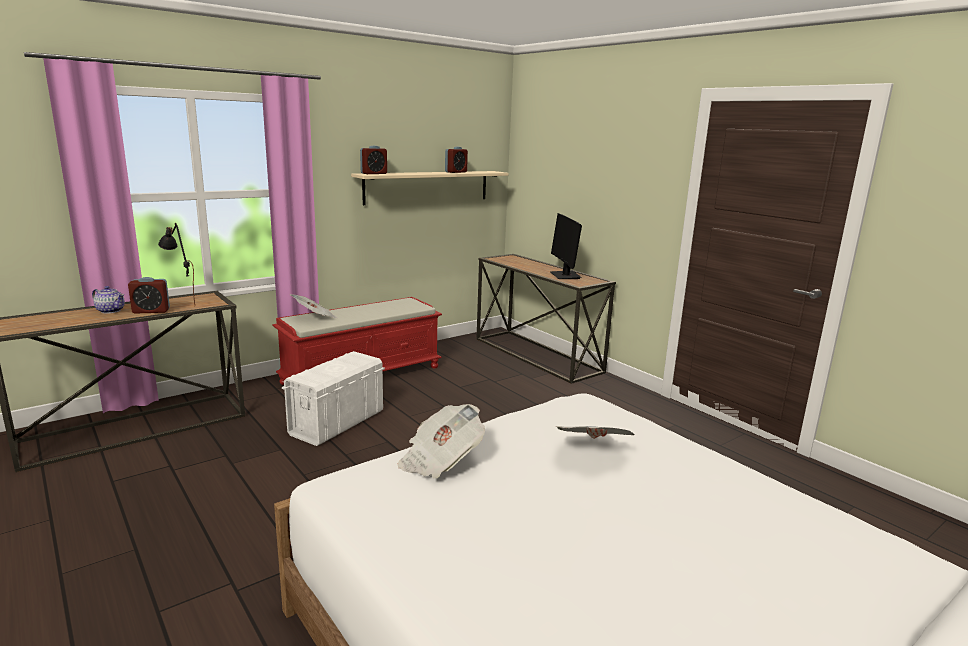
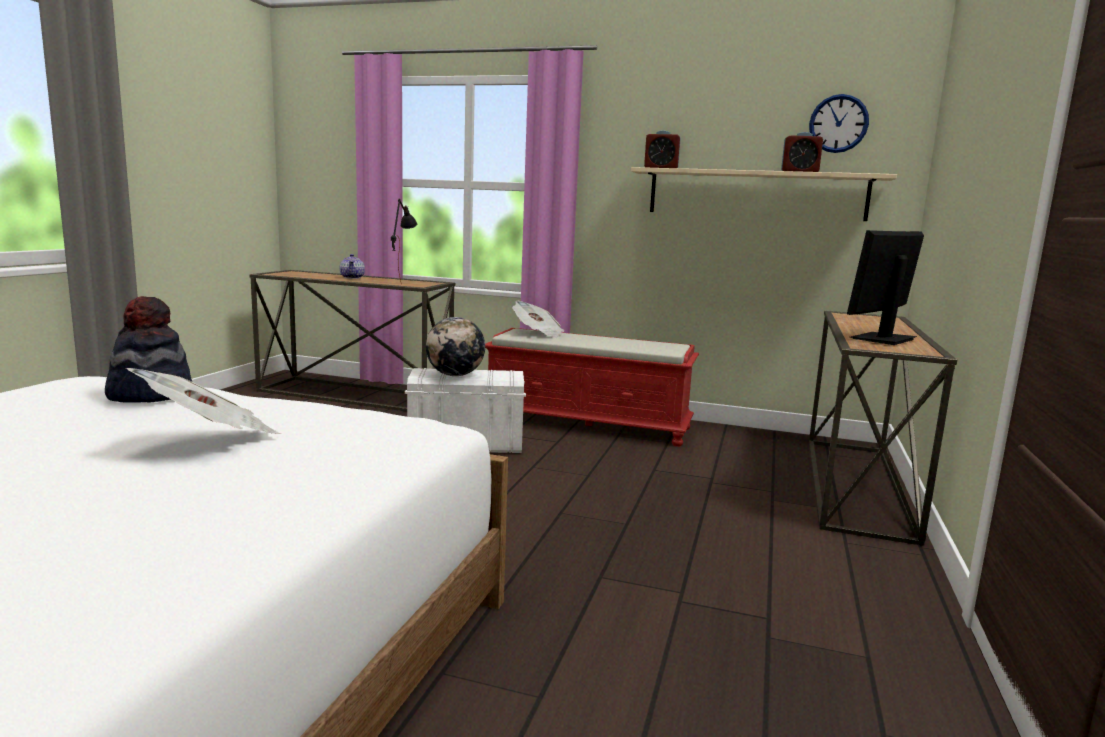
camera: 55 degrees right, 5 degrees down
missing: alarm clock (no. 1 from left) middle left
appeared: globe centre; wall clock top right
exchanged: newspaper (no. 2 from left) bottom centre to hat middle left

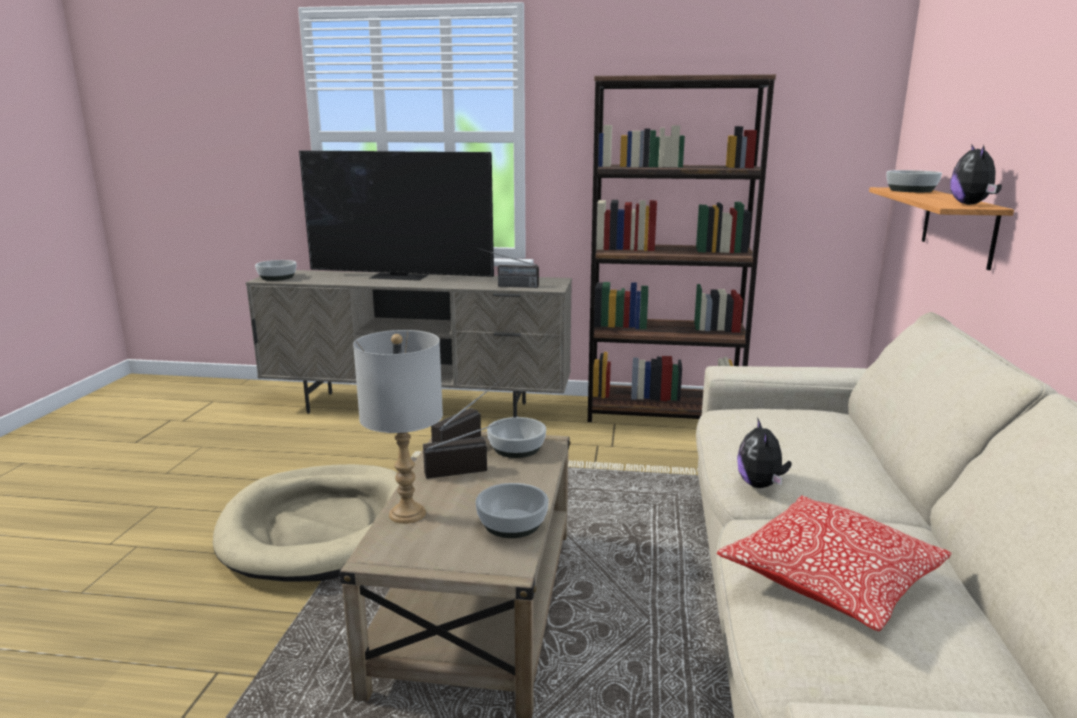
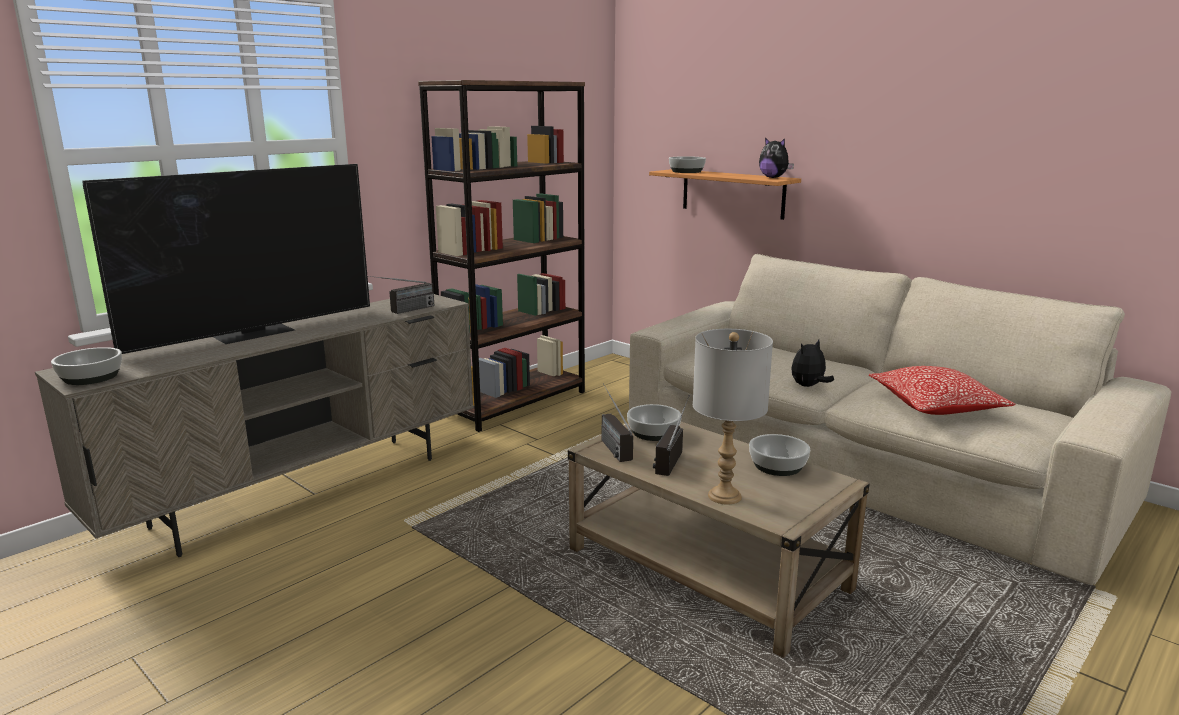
camera: 55 degrees left, 0 degrees up
missing: dog bed/beige bottom left
spun: plush toy (no. 1 from left in the first image) middle right = middle right 105 degrees clockwise

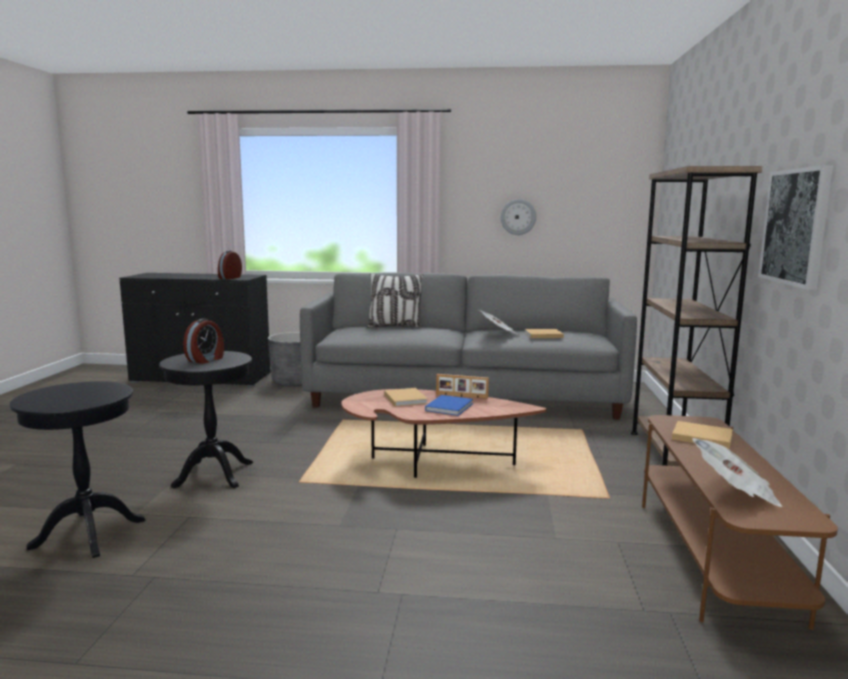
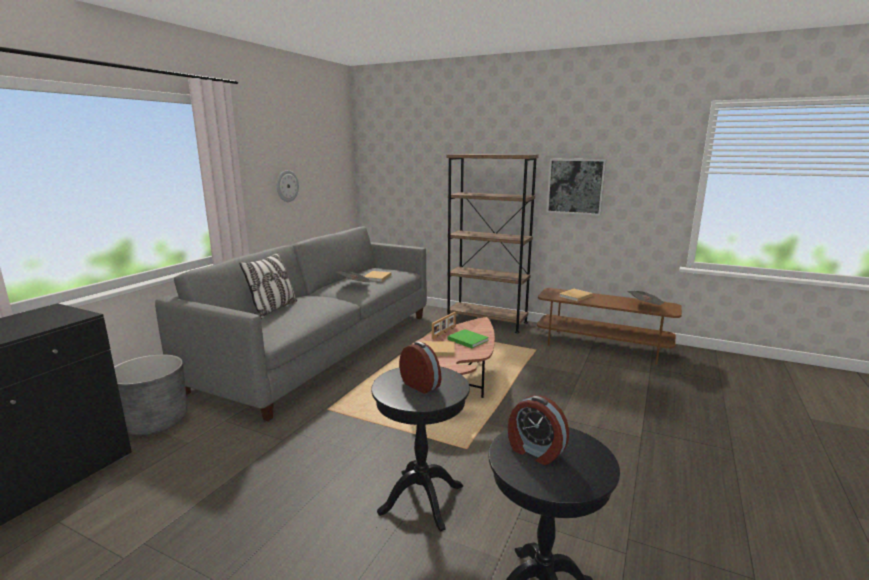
camera: 70 degrees left, 5 degrees up
relocated: alarm clock (no. 2 from left) middle left to bottom centre
colour: book/blue centre to book/green centre

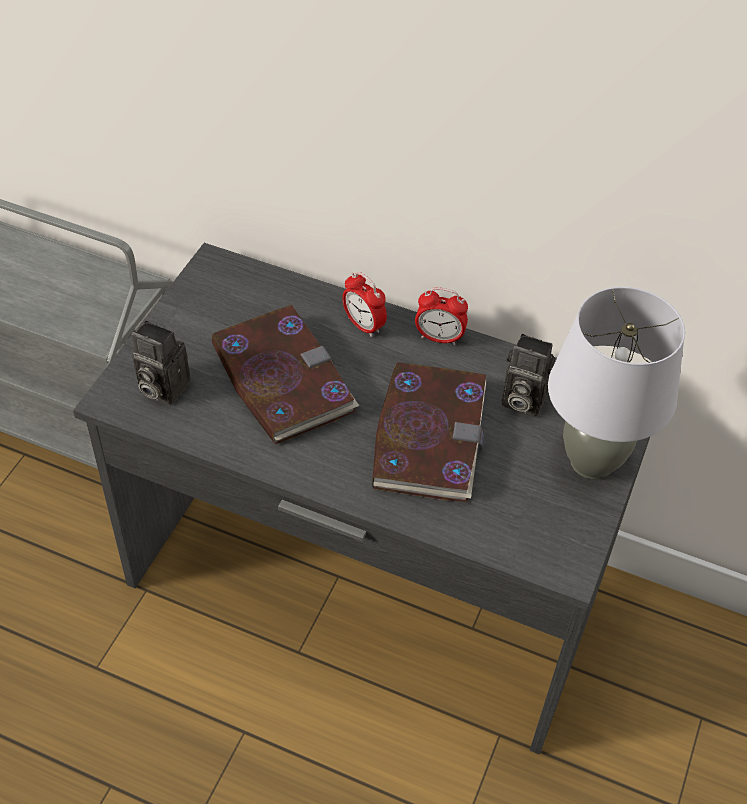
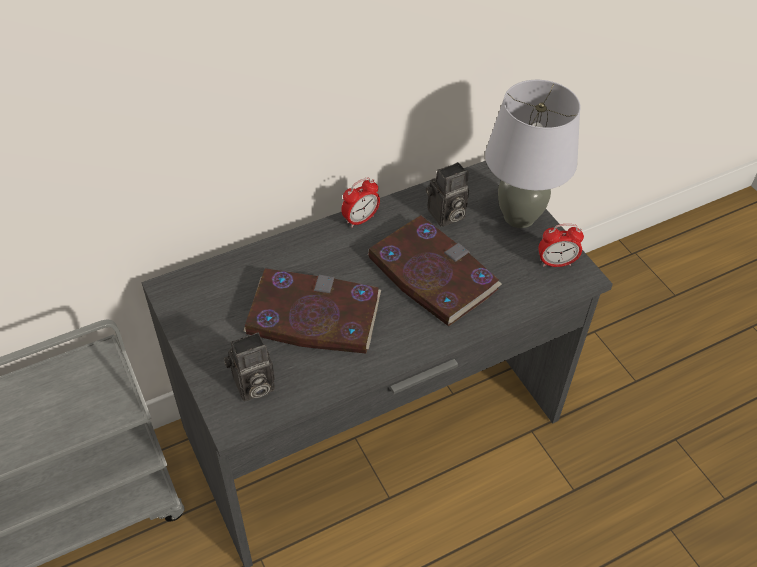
camera: 50 degrees left, 0 degrees up
relocated: alarm clock (no. 1 from left in the first image) centre to alarm clock (no. 2 from left) middle right

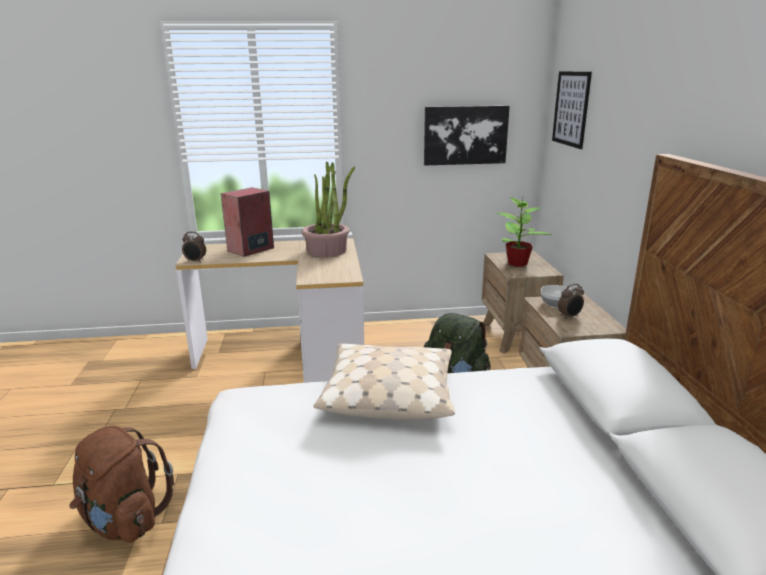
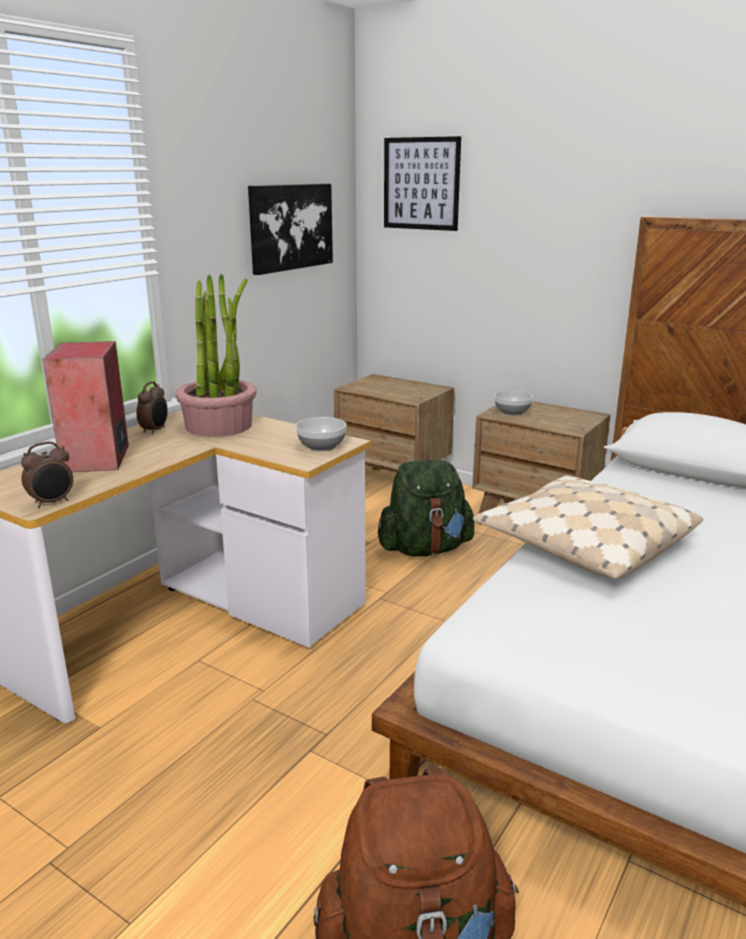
camera: 50 degrees left, 0 degrees up
missing: potted plant (no. 2 from left) middle right
appeared: bowl (no. 1 from left) centre
relocated: alarm clock (no. 2 from left) middle right to middle left

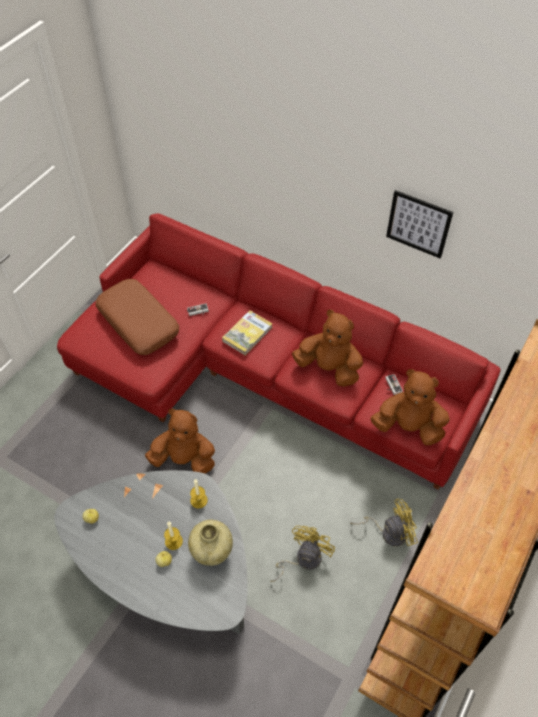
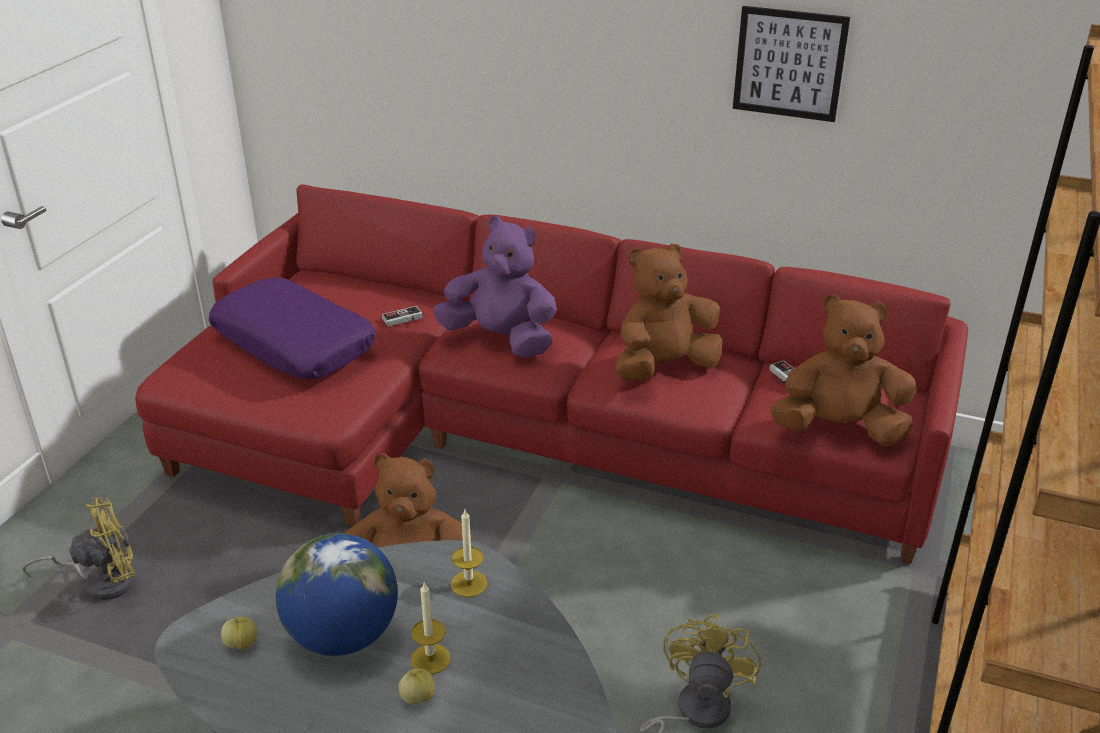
camera: 10 degrees left, 20 degrees down
missing: vase/beige bottom centre
appeared: globe bottom left
relocated: fan/yellow (no. 2 from left in the first image) bottom right to fan/yellow (no. 1 from left) bottom left
exchanged: book centre to plush toy/purple centre
colour: pillow/brown middle left to pillow/purple middle left
spun: plush toy/brown (no. 2 from left) centre = centre 45 degrees counterclockwise

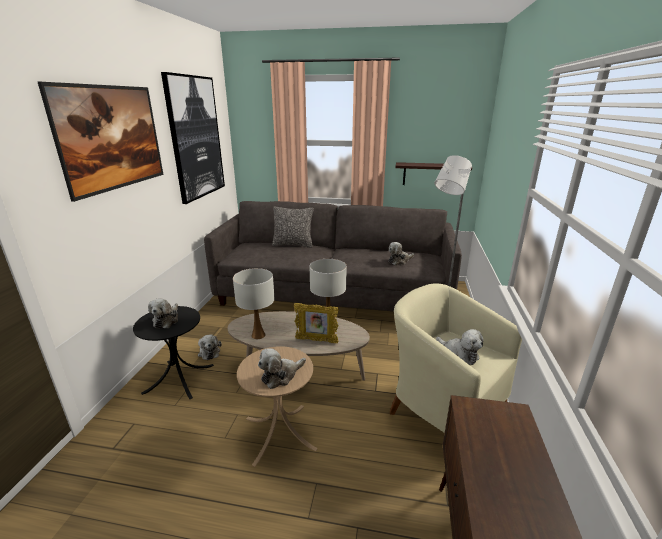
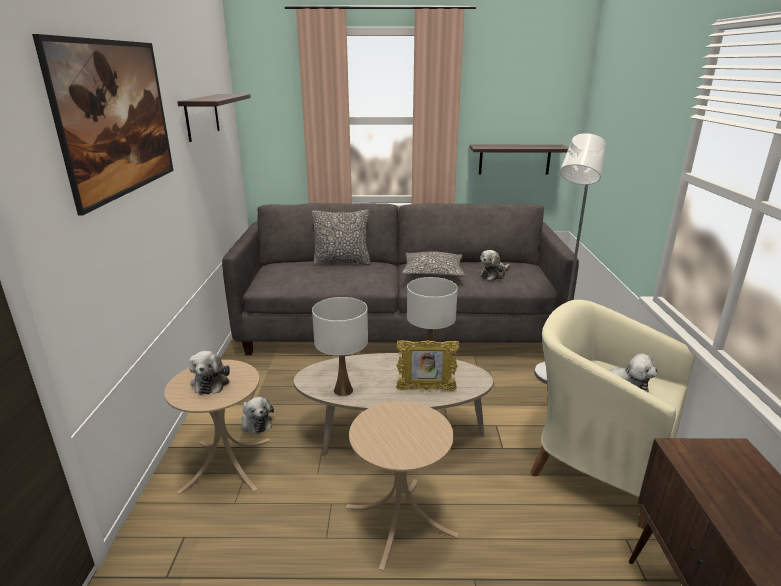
camera: 10 degrees left, 0 degrees up
missing: plush toy (no. 3 from left) bottom centre
appeared: pillow (no. 2 from left) centre
exchanged: picture (no. 2 from left) top left to shelf (no. 1 from left) top left
colour: side table/black middle left to side table/beige (no. 1 from left) bottom left

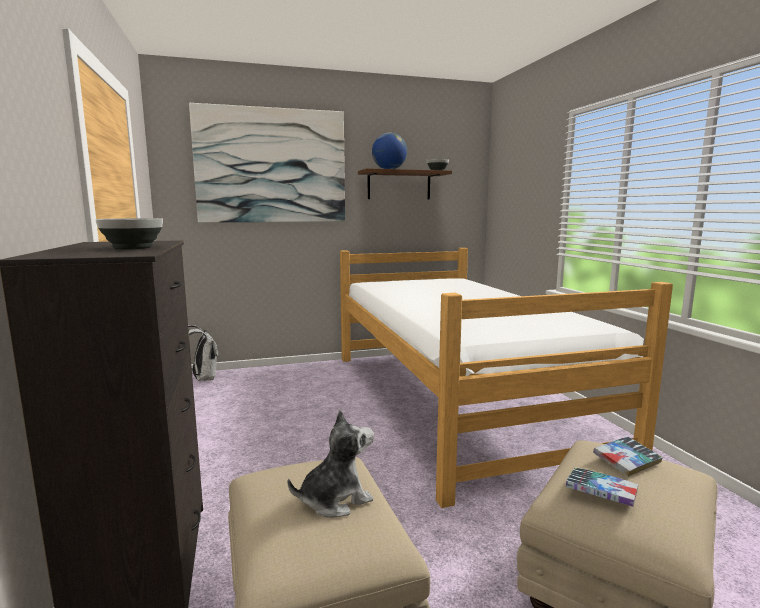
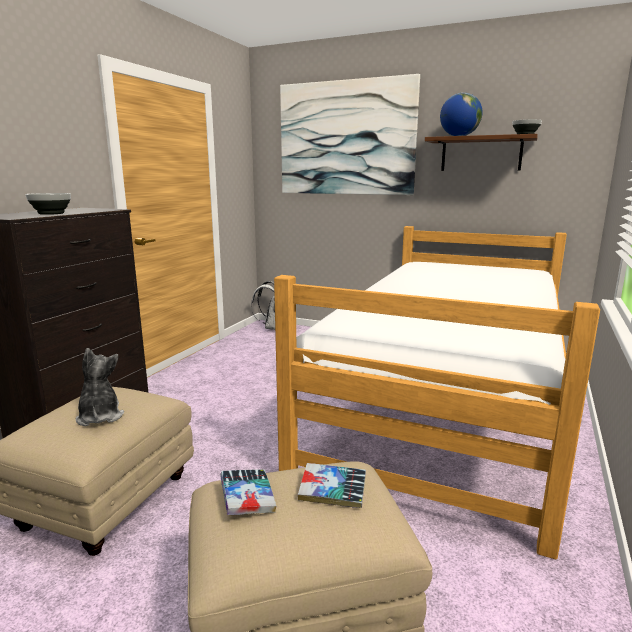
camera: 40 degrees right, 5 degrees up
spun: plush toy bottom centre = middle left 120 degrees counterclockwise

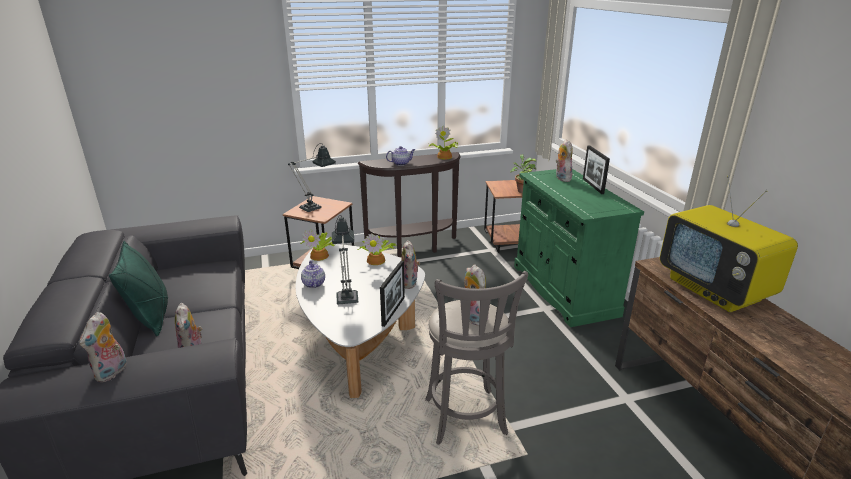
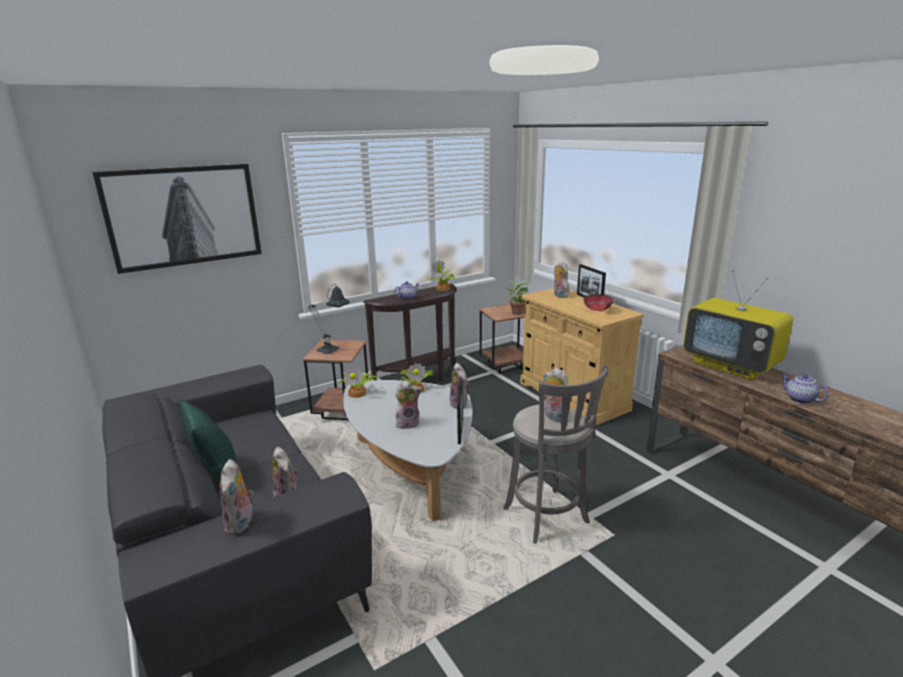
camera: 15 degrees left, 5 degrees down
appeared: picture top left; bowl/red centre
relocated: teapot (no. 1 from left in the first image) centre to teapot (no. 2 from left) middle right
exchanged: table lamp (no. 2 from left) centre to plush toy (no. 3 from left) centre
colour: cabinet/green middle right to cabinet/beige centre

